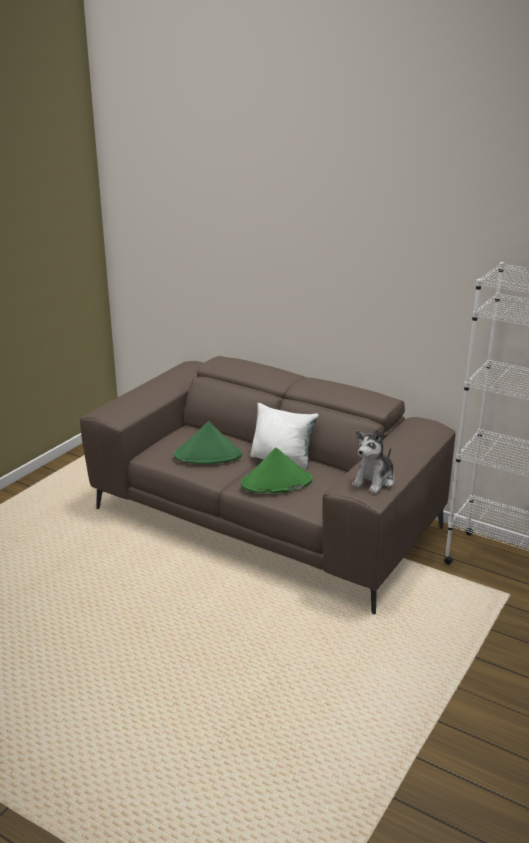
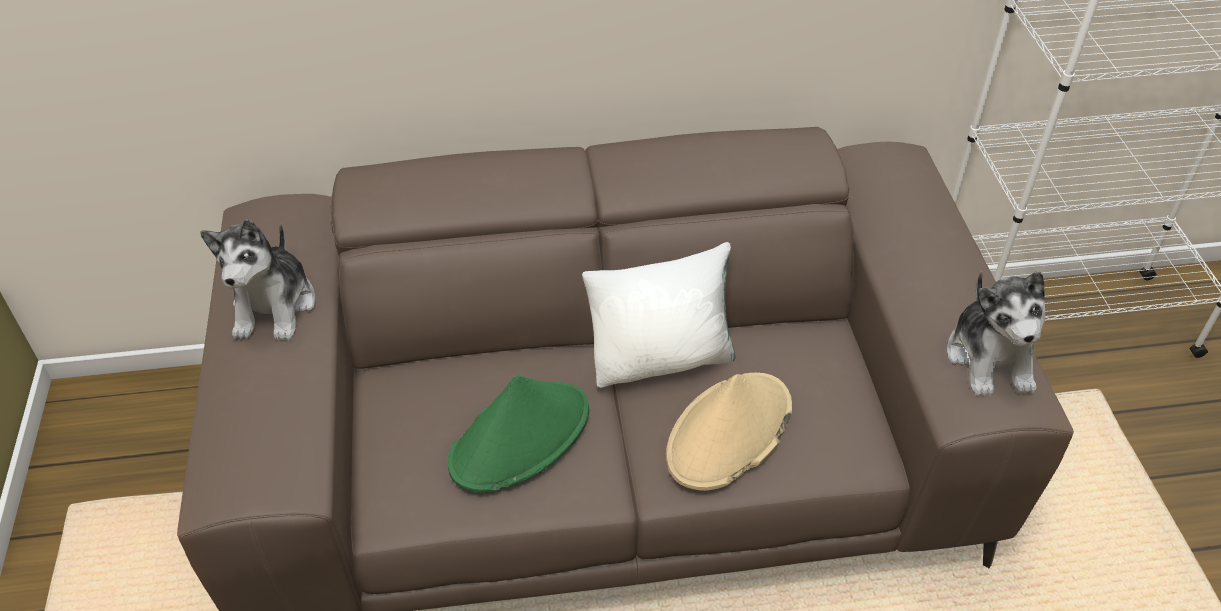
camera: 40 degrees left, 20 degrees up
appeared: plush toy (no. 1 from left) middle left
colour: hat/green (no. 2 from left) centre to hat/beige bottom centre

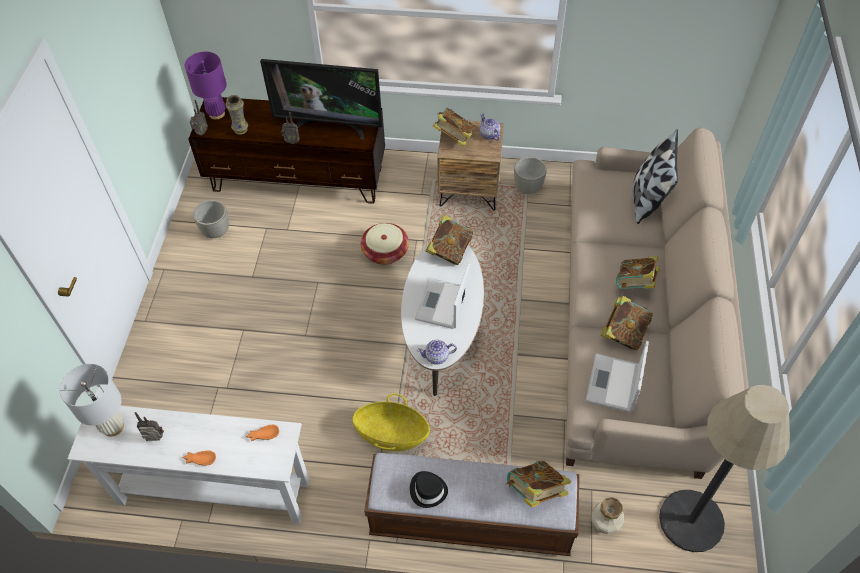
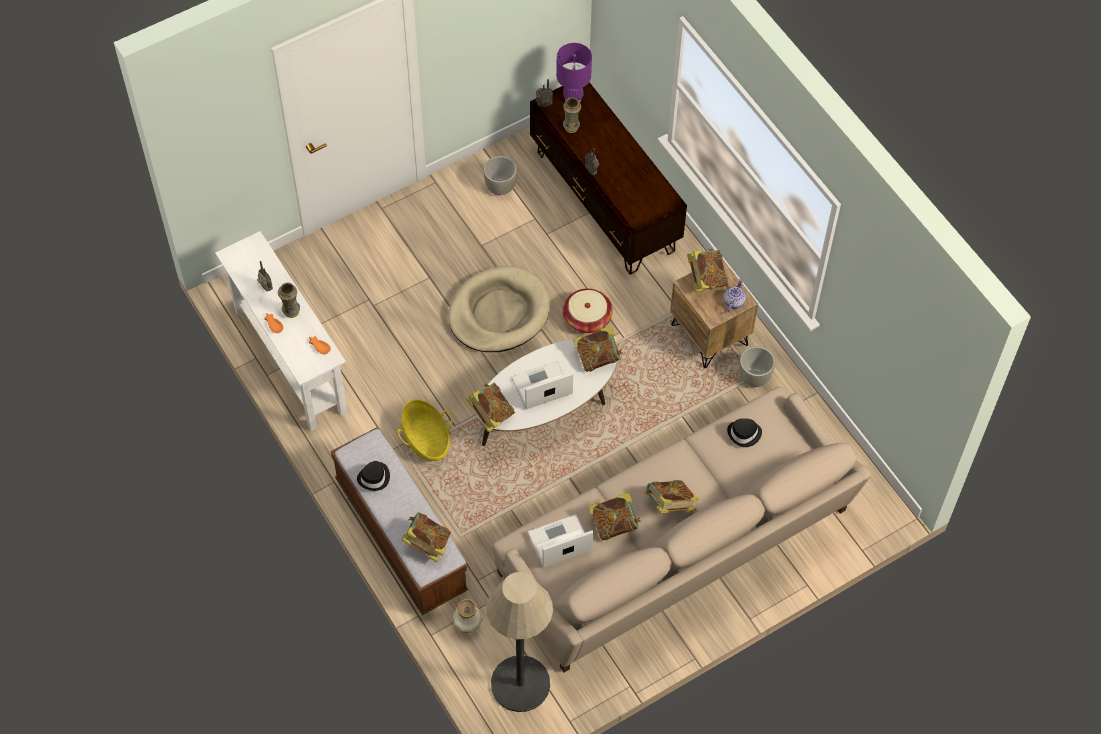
camera: 50 degrees right, 5 degrees up
missing: table lamp/white bottom left; television top centre; pillow top right
appeared: vase (no. 1 from left) middle left; dog bed/beige centre; hat/black (no. 2 from left) middle right
exchanged: teapot (no. 1 from left) centre to book (no. 2 from left) centre

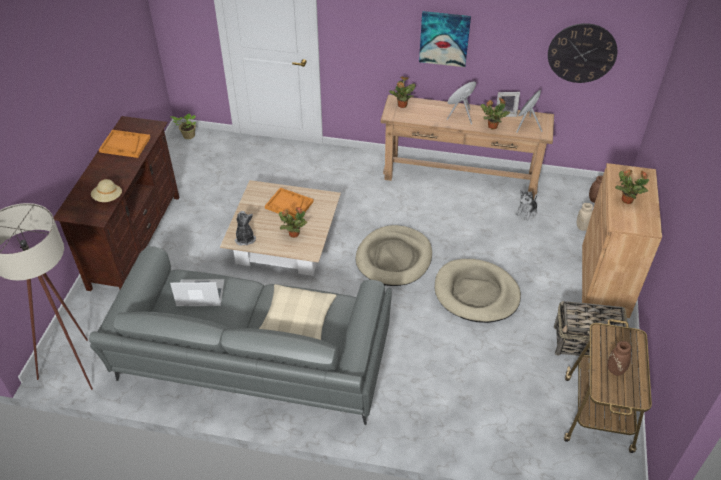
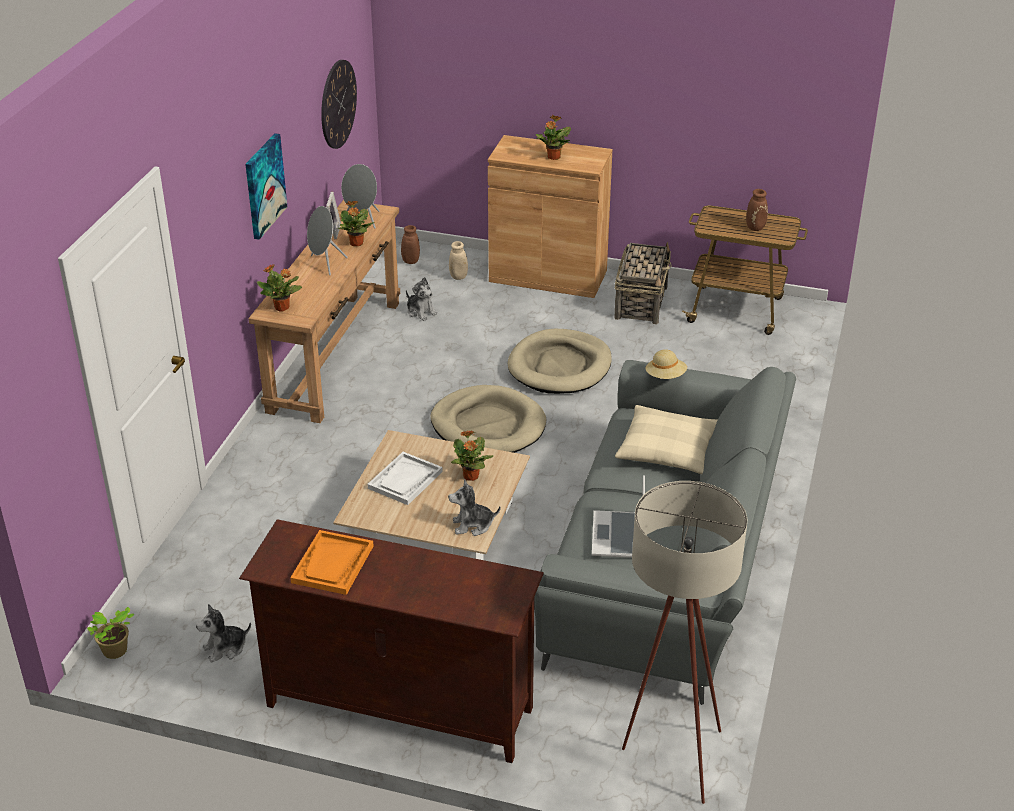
camera: 85 degrees left, 10 degrees down
appeared: plush toy (no. 1 from left) bottom left
relocated: hat/beige middle left to centre
colour: tray/orange (no. 2 from left) centre to tray/white centre

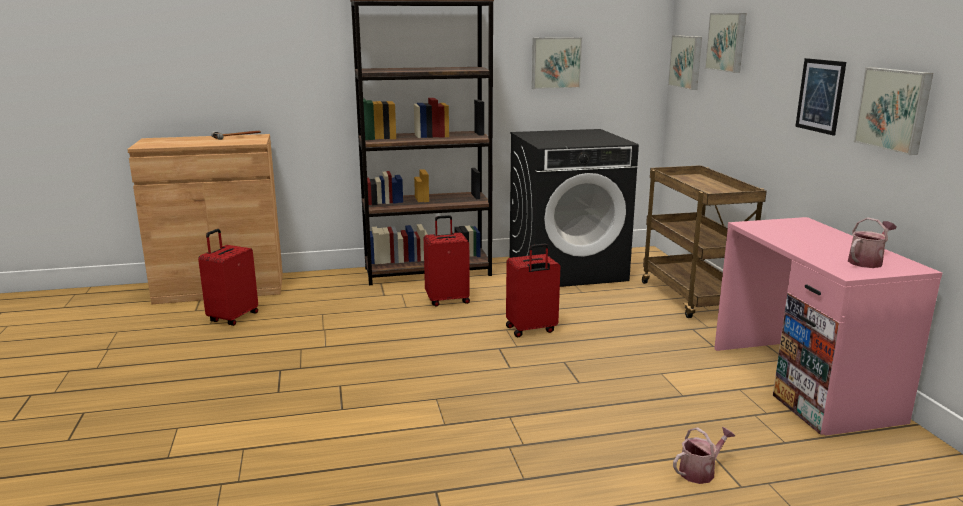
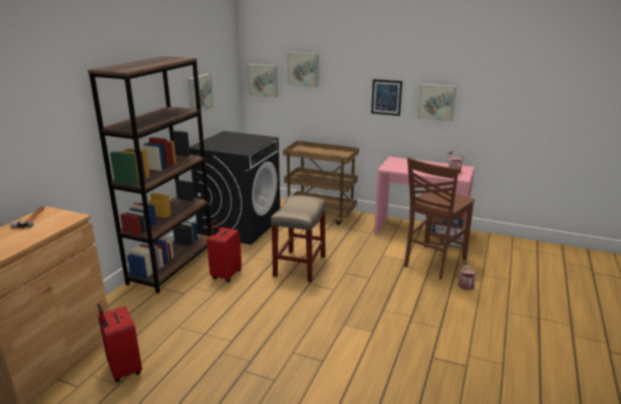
camera: 55 degrees left, 5 degrees up
appeared: chair/brown middle right
exchanged: suitcase/red (no. 3 from left) centre to stool/beige centre

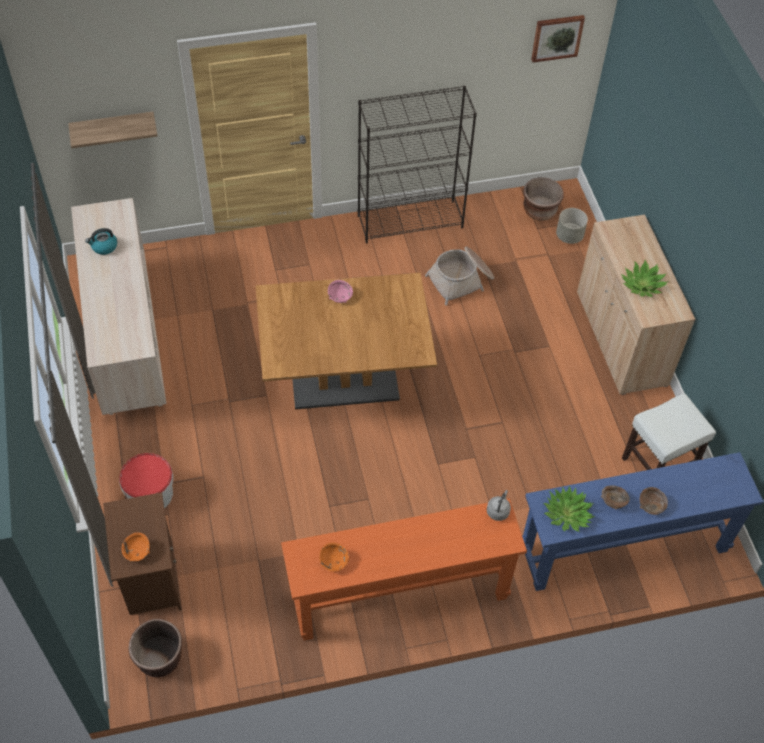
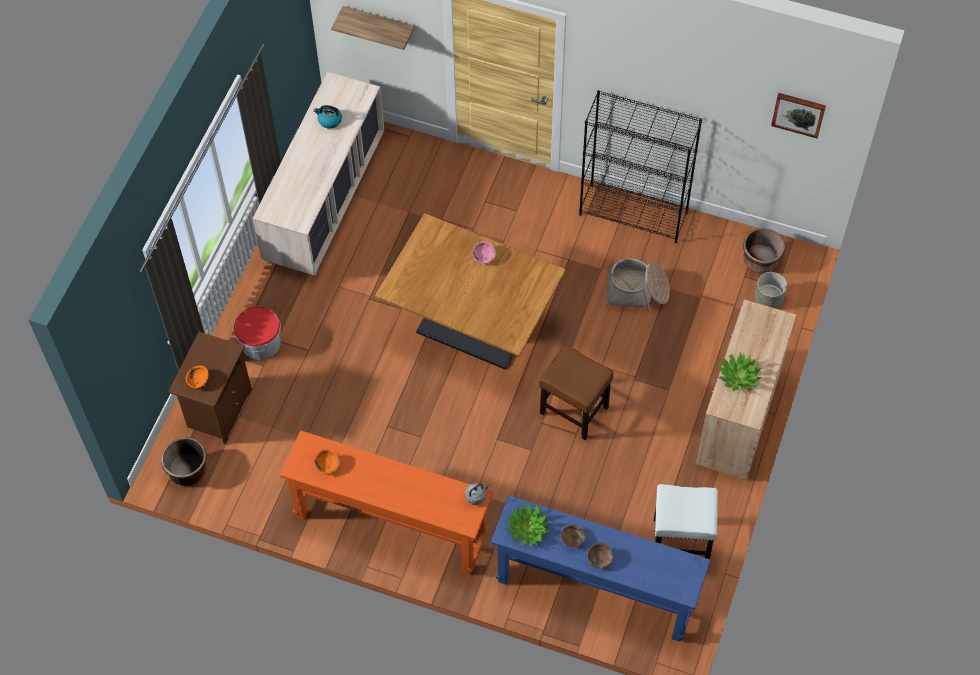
camera: 35 degrees right, 5 degrees up
appeared: stool/brown centre

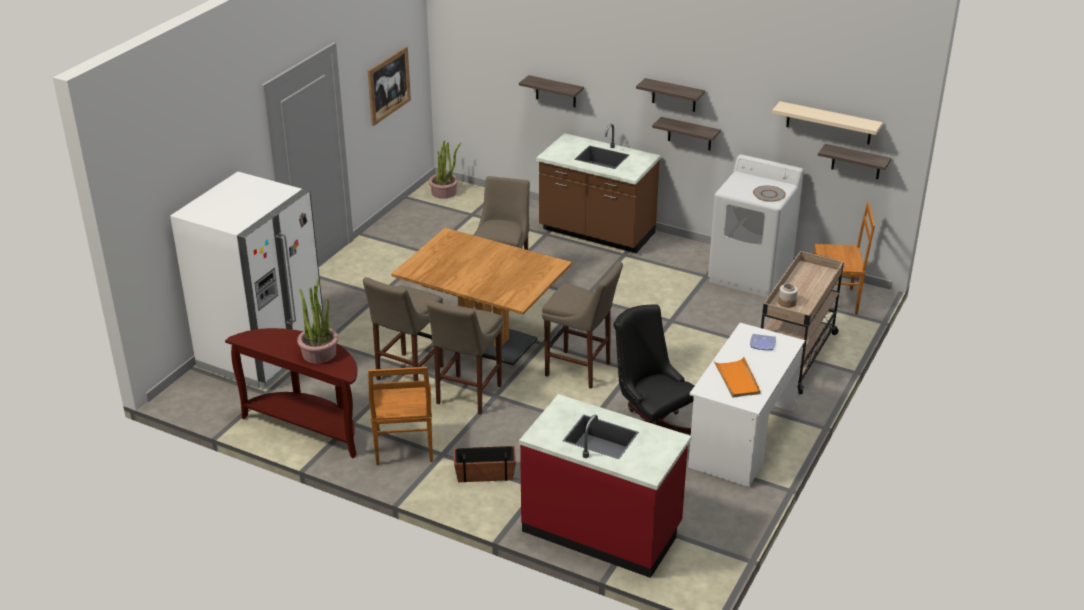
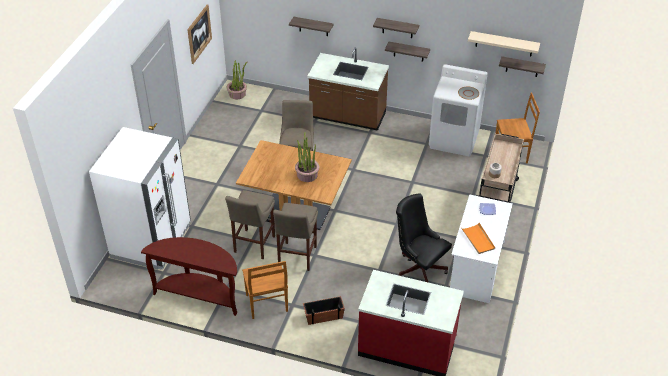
camera: 10 degrees left, 10 degrees up
missing: stool/beige (no. 4 from left) centre
relocated: potted plant (no. 1 from left in the first image) middle left to potted plant (no. 2 from left) centre

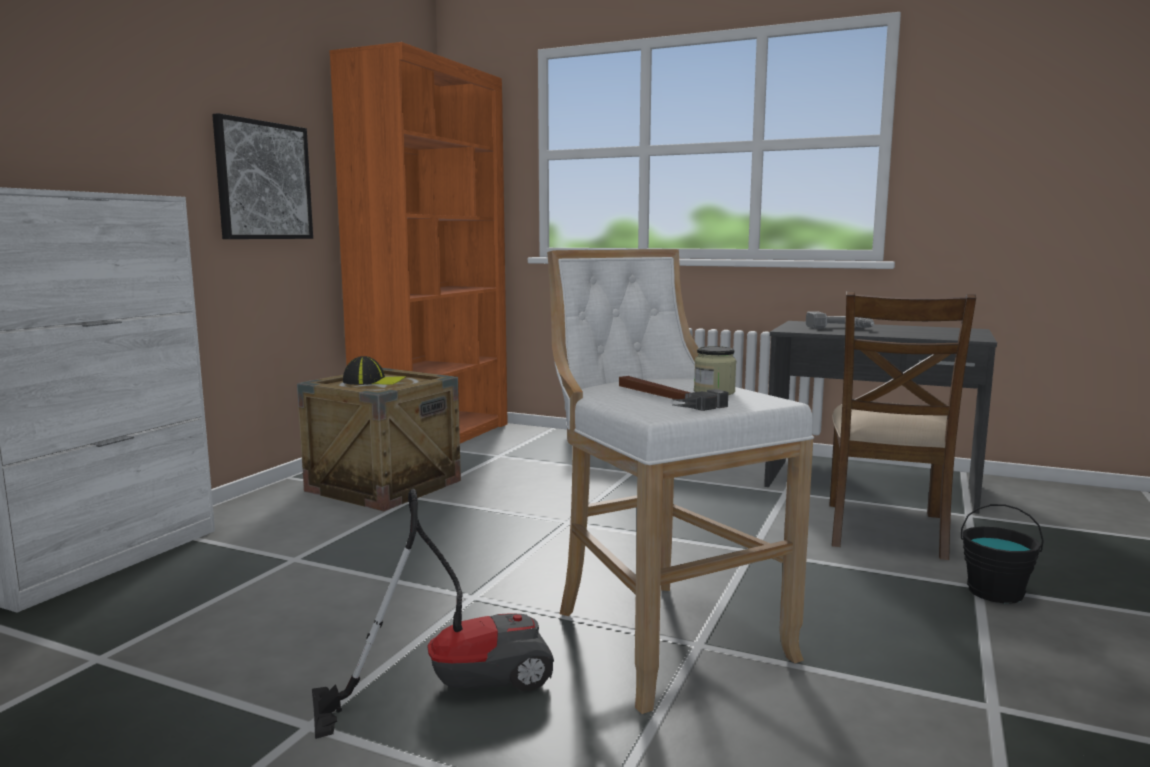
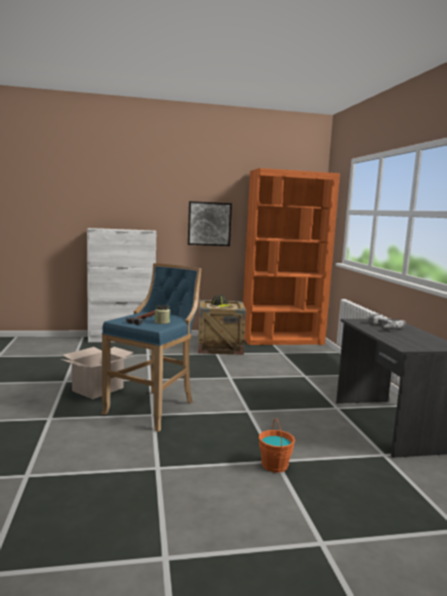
camera: 55 degrees right, 0 degrees up
missing: chair/brown middle right
exchanged: vacuum cleaner bottom centre to cardboard box middle left
colour: stool/white centre to stool/blue centre; bucket/black bottom right to bucket/orange bottom centre

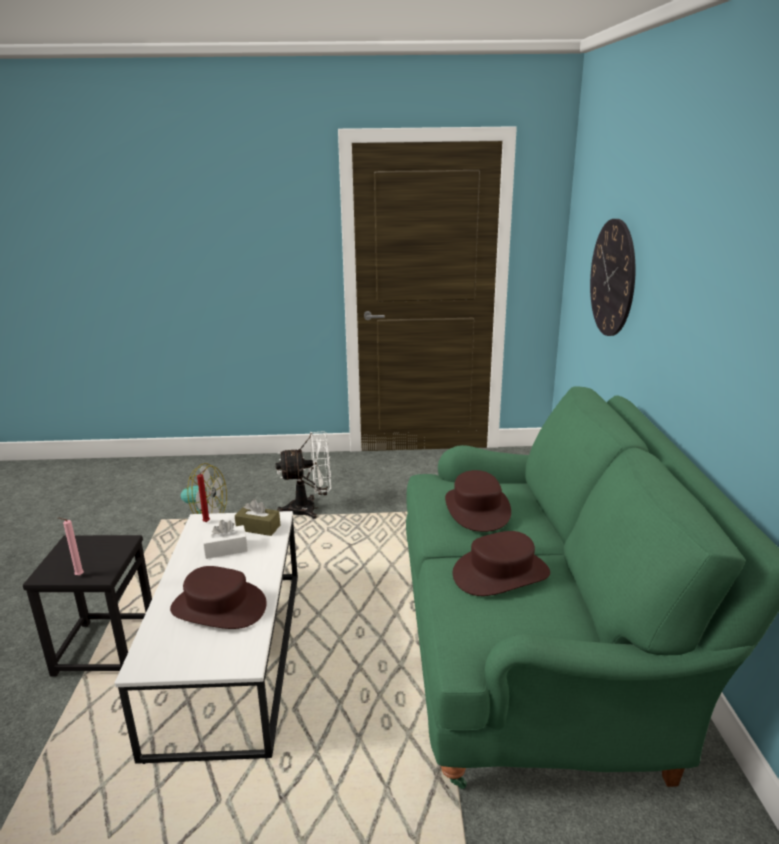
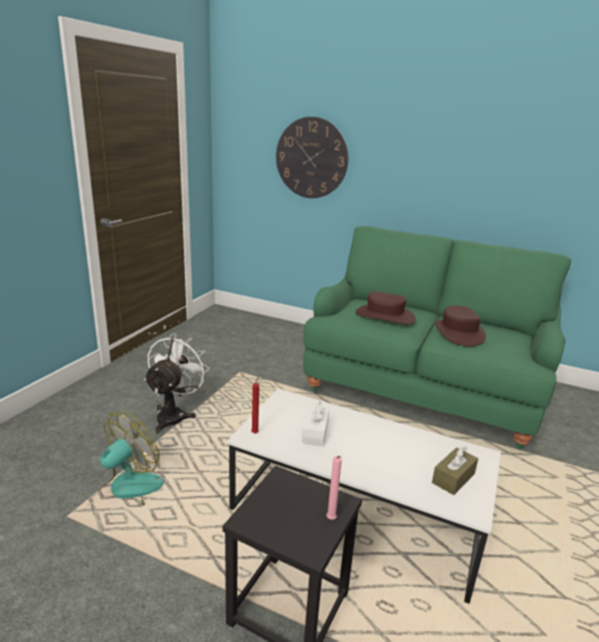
camera: 65 degrees left, 0 degrees up
missing: hat/brown (no. 1 from left) bottom left
relocated: tissue box/brown middle left to bottom right

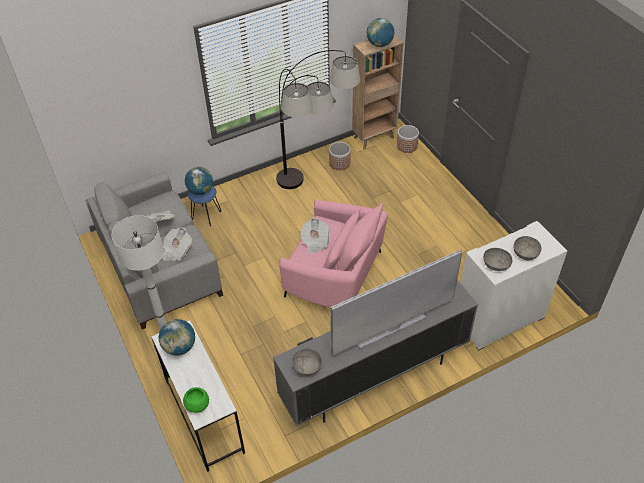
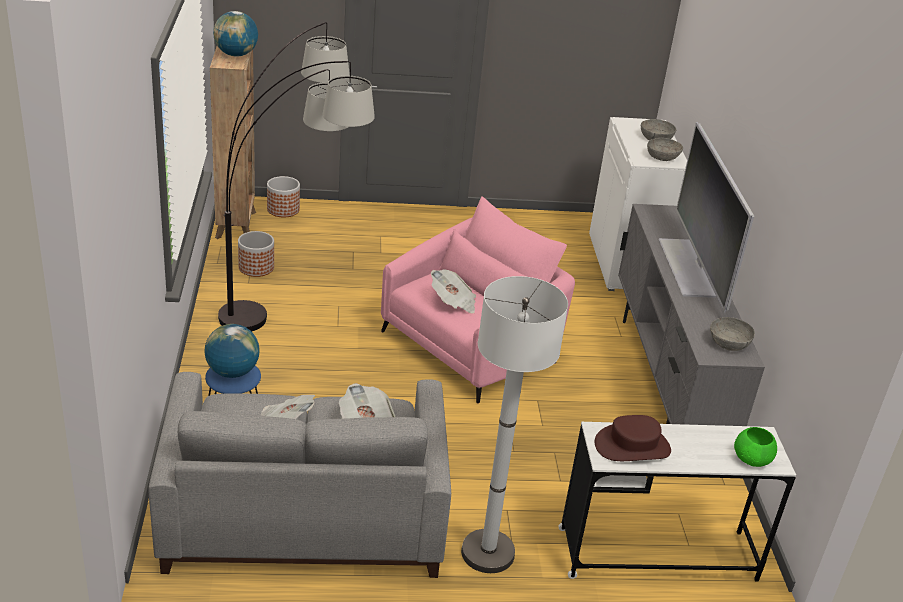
camera: 70 degrees left, 15 degrees down
exchanged: globe (no. 1 from left) bottom left to hat/brown bottom right

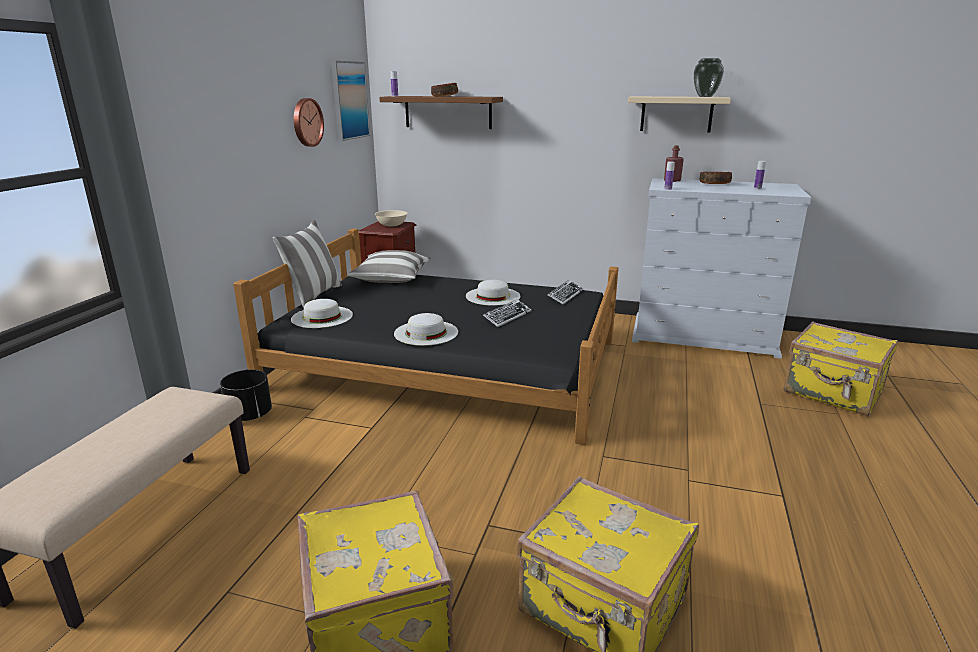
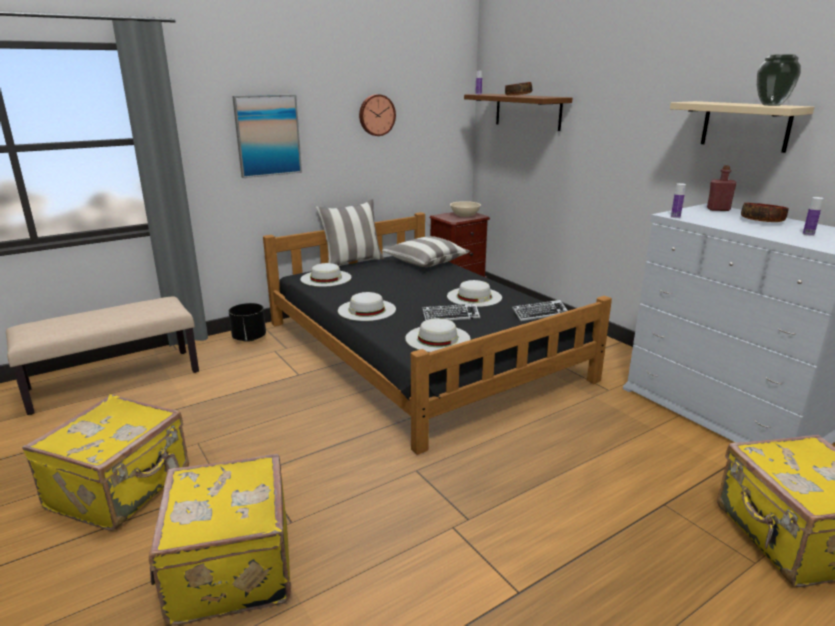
camera: 40 degrees right, 0 degrees up
appeared: hat/white (no. 3 from left) centre
relocated: picture top centre to top left

